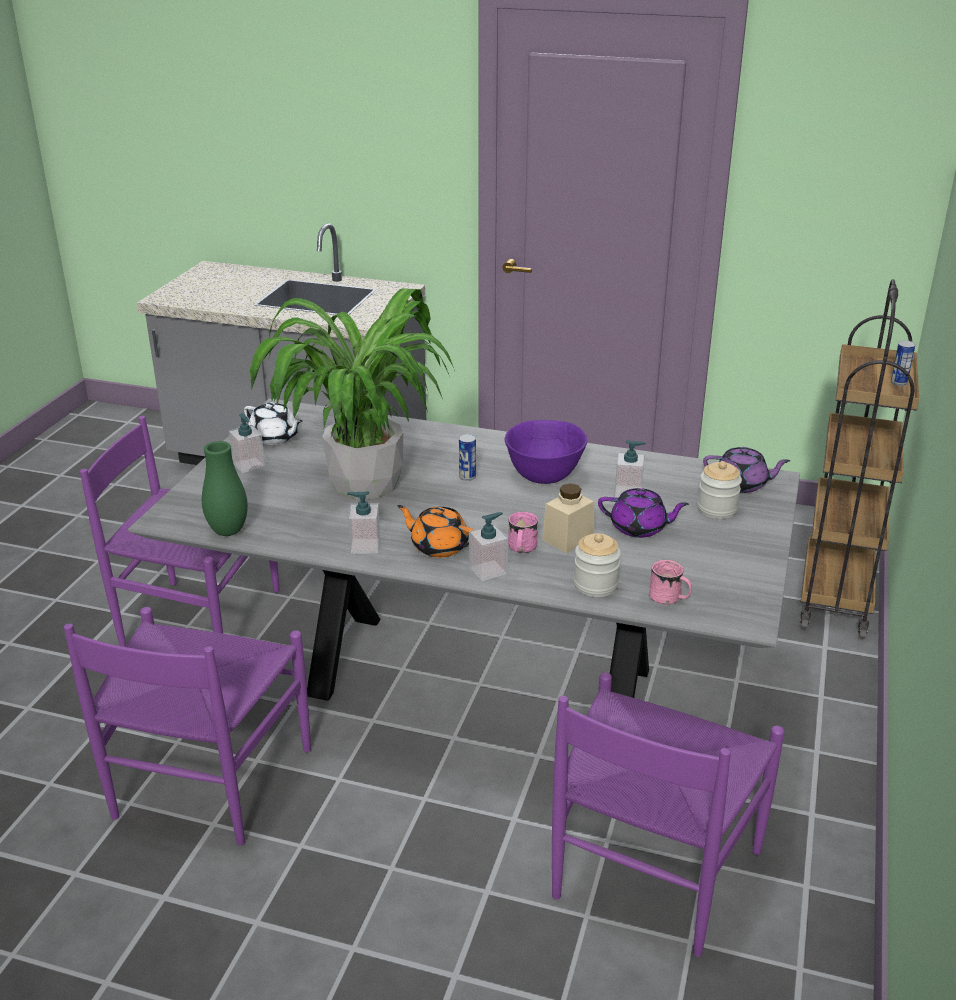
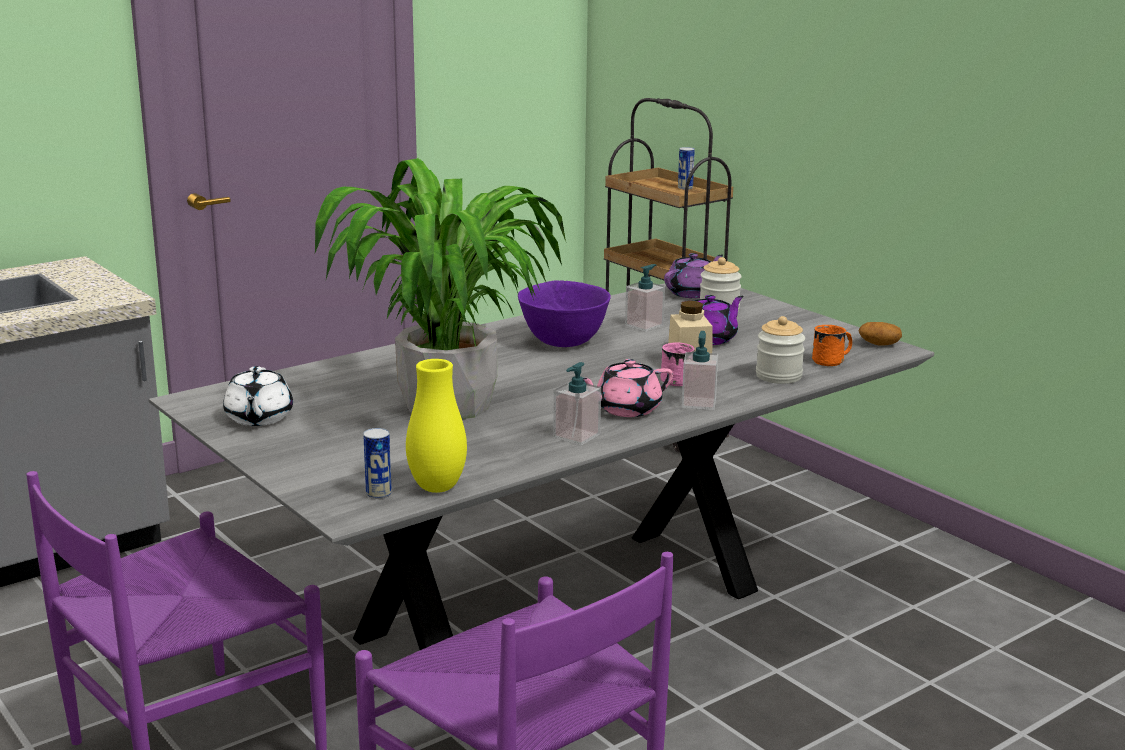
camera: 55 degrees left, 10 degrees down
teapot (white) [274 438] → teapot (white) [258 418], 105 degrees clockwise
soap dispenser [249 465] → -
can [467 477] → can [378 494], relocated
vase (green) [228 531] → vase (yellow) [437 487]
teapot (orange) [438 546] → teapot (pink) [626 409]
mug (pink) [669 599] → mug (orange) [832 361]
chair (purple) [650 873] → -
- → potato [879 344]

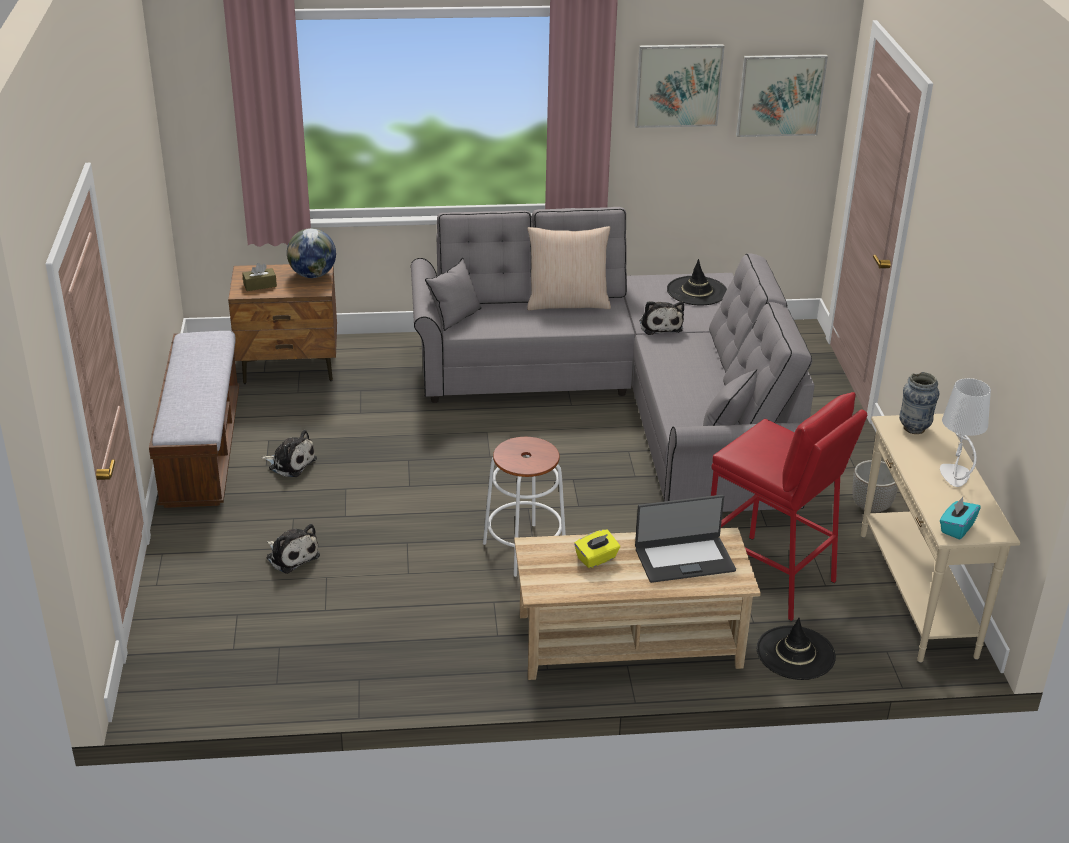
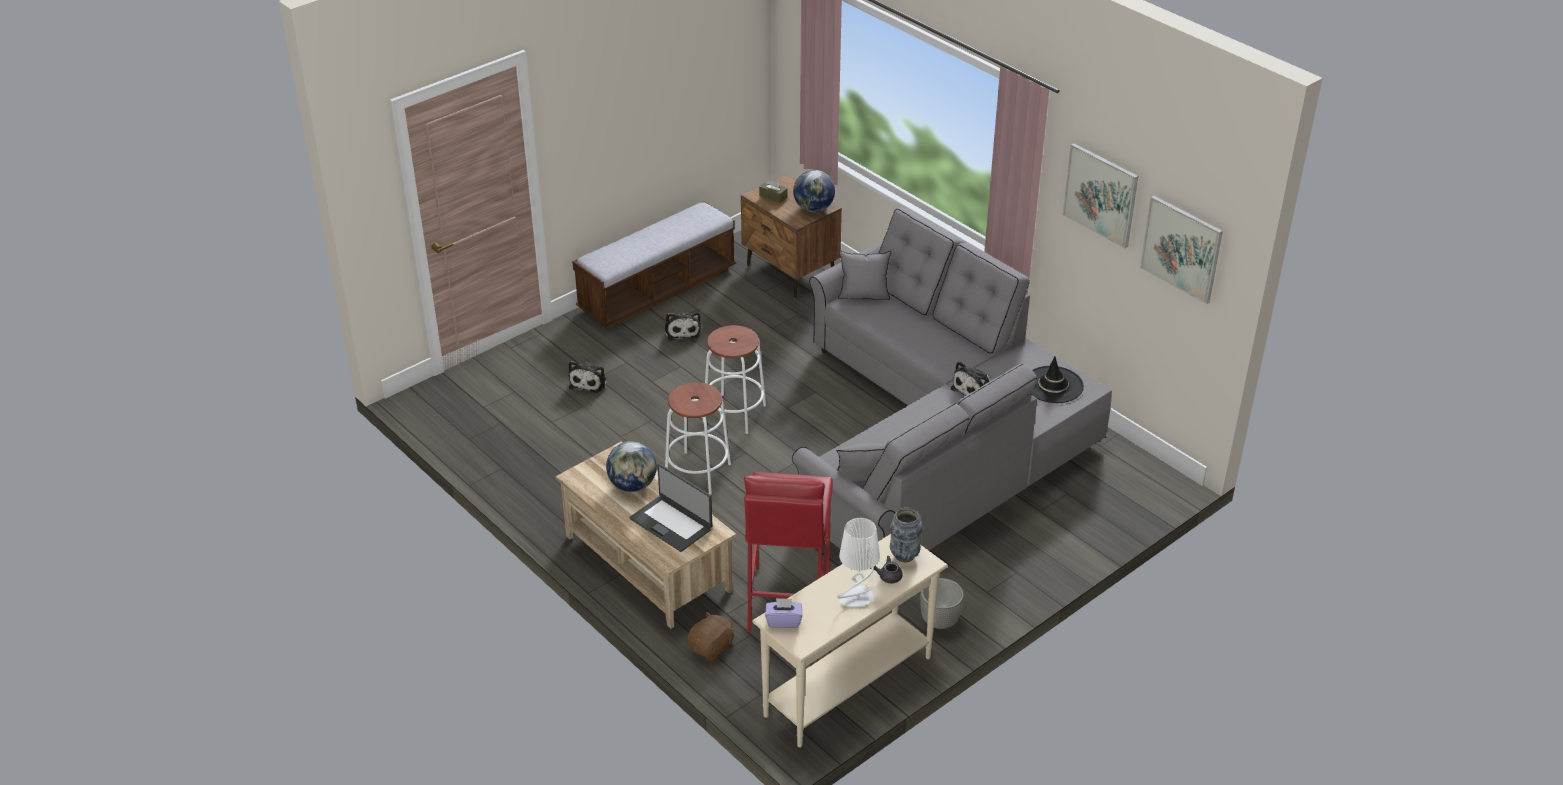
camera: 55 degrees right, 5 degrees up
pillow (beige) [568 303] → -
tissue box (turquoise) [956 528] → tissue box (purple) [783 621]
tissue box (yellow) [596 559] → globe [633 485]
hat (black) [795 653] → plush toy (brown) [712 648]
- → stool (white) [734 413]
- → teapot (grey) [886 576]

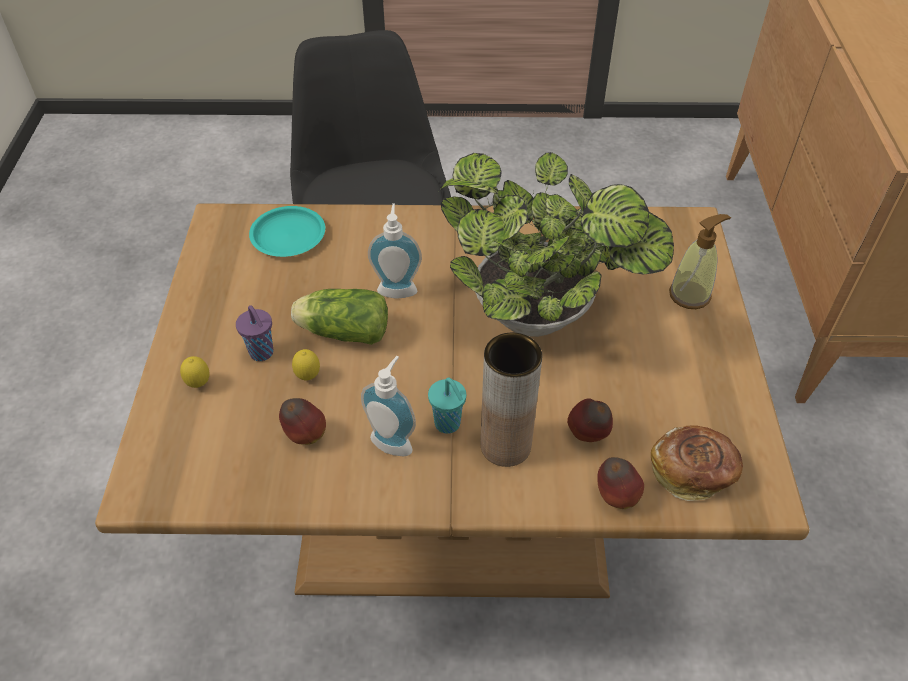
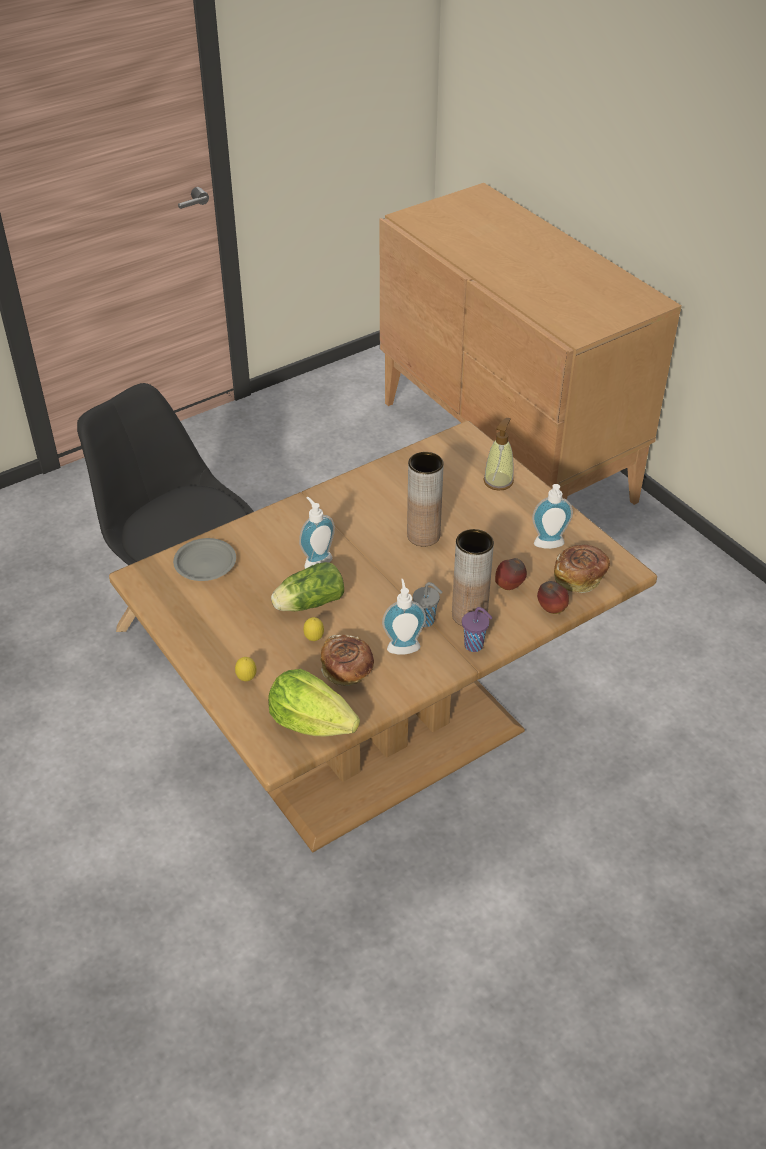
camera: 35 degrees left, 5 degrees down
potted plant [540 317] → vase (brown) [423 535]
plate (turquoise) [289 236] → plate (grey) [205 563]
cup (purple) [262 353] → cup (purple) [475 646], relocated
cup (turquoise) [448 424] → cup (grey) [426 621]
apple [305 436] → bread [347 671]
- → soap dispenser [549 546]
- → lettuce [311 722]

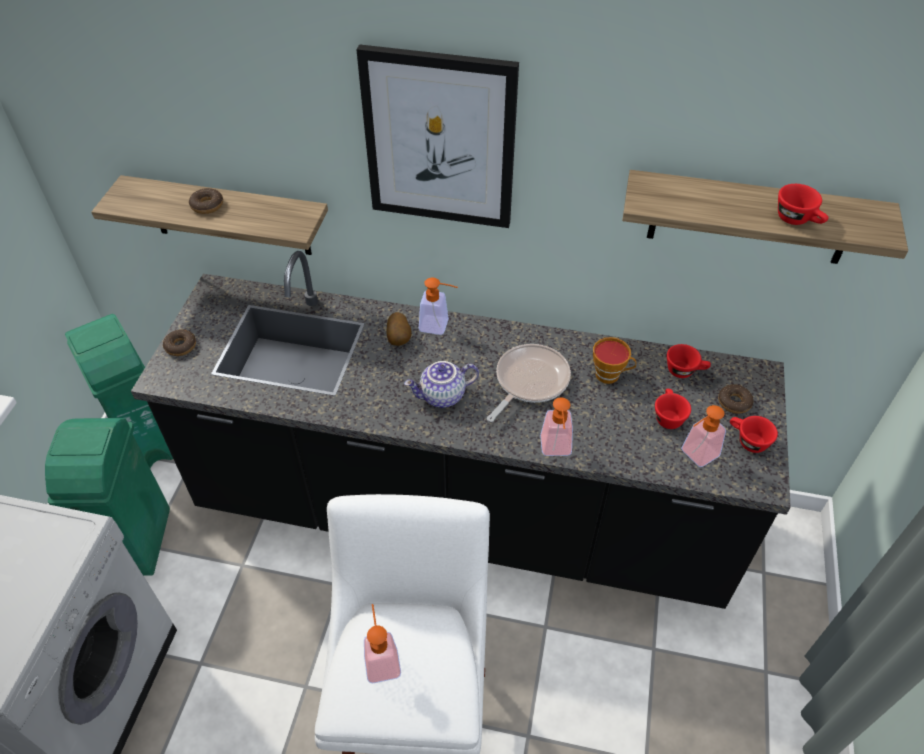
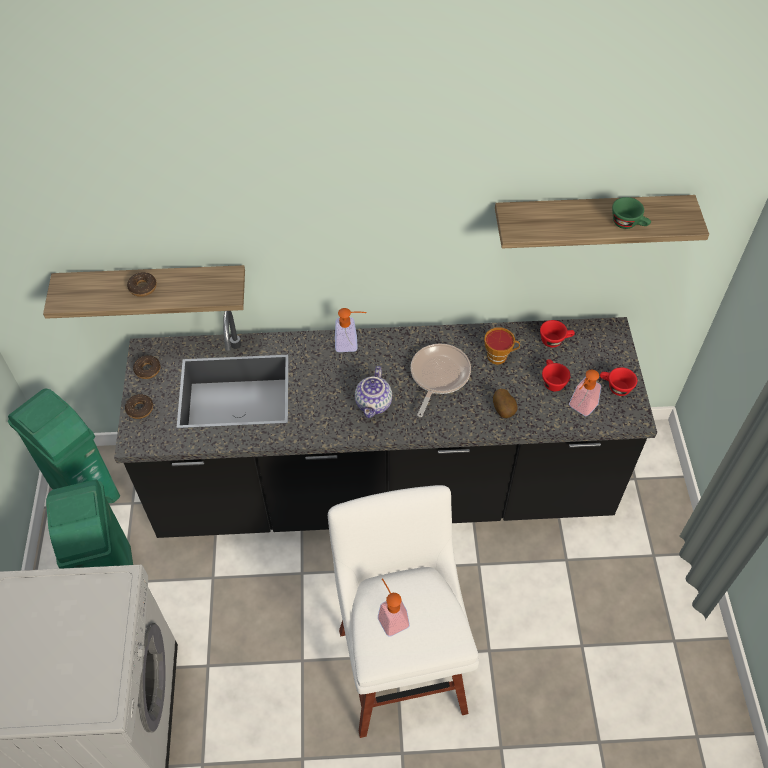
camera: 15 degrees left, 5 degrees up
picture [440 139] → -
cup (red) [798 220] → cup (green) [628 224]
potato [399 339] → potato [504 410], relocated
teapot [442 397] → teapot [374 404], 45 degrees counterclockwise
donut [734 402] → donut [147 370], relocated
soap dispenser [556 450] → -

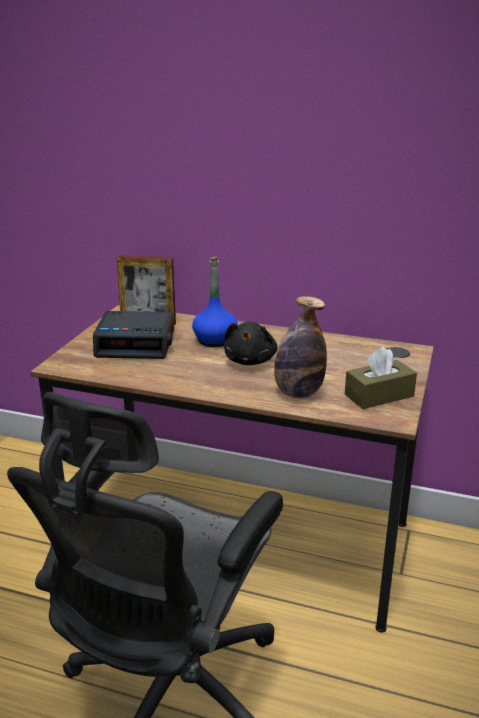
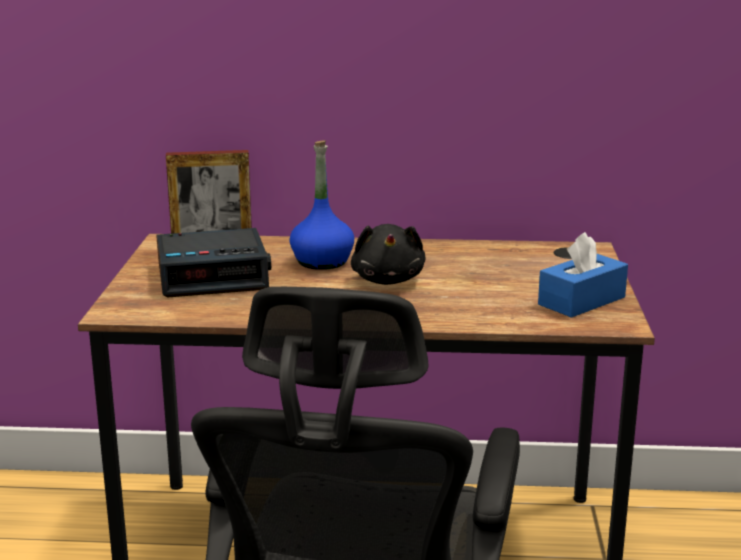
camera: 15 degrees left, 5 degrees down
bottle [298 393] → -
tissue box (brown) [379 395] → tissue box (blue) [581 301]

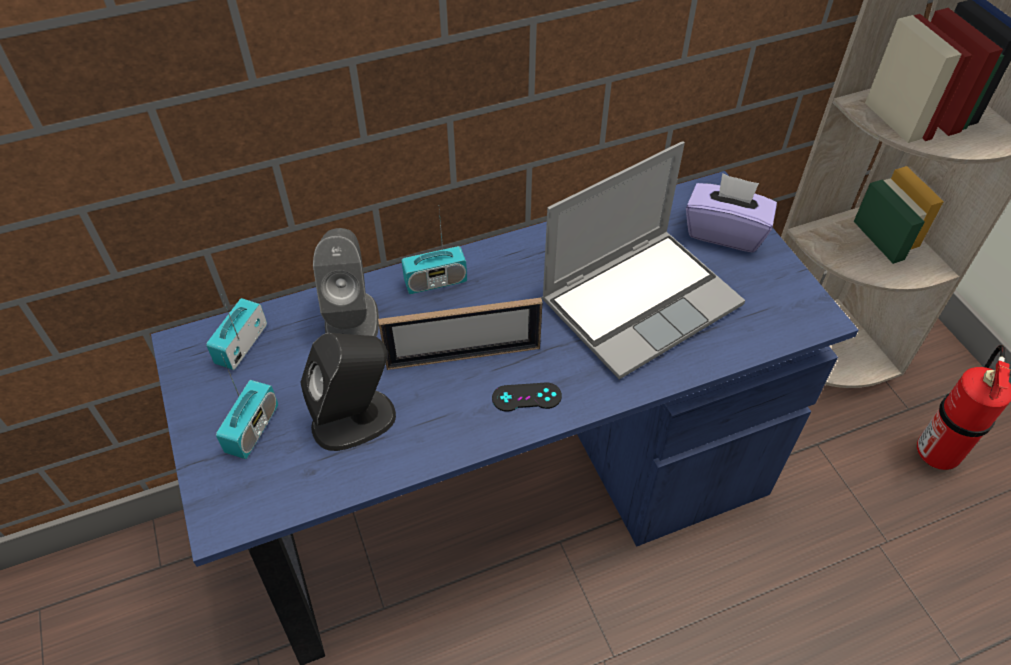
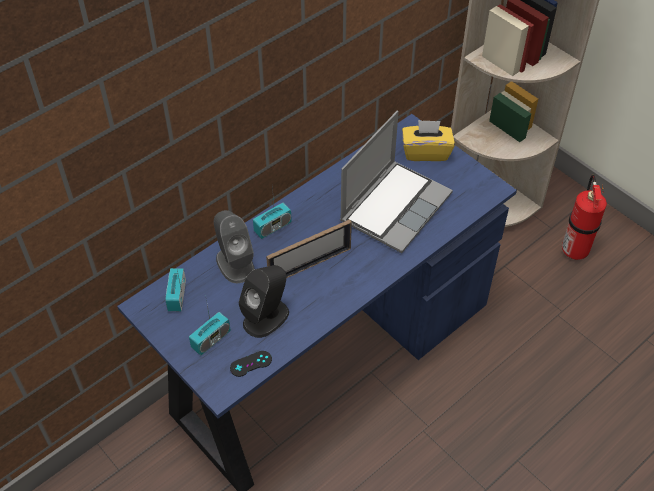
camera: 20 degrees left, 0 degrees up
tissue box (purple) [725 232] → tissue box (yellow) [426 152]
radio [252 429] → radio [211 340], 45 degrees clockwise
game controller (black) [526 397] → game controller (black) [251 364], relocated

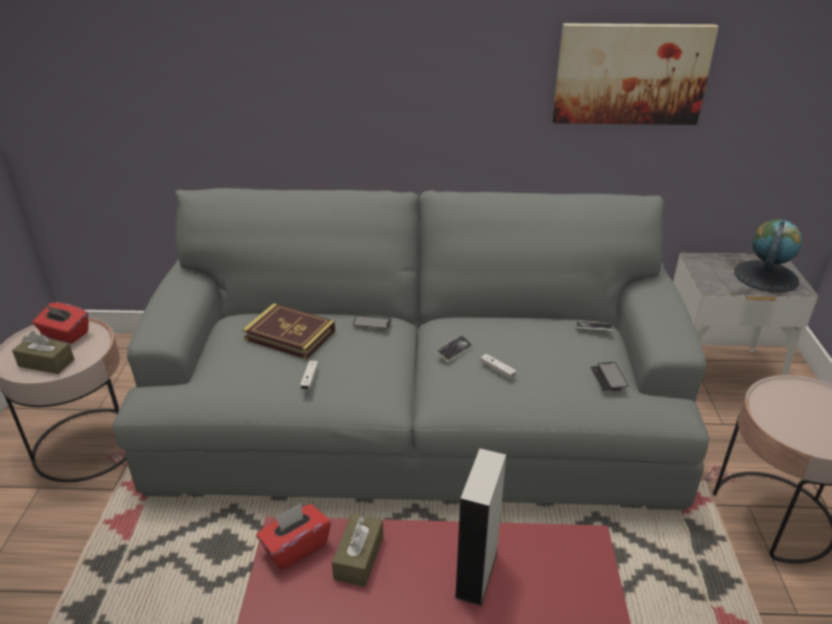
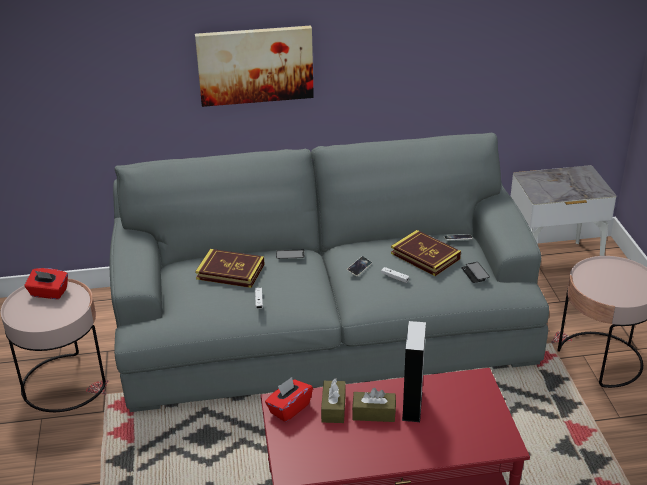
camera: 10 degrees left, 0 degrees up
picture [630 74] → picture [255 65], relocated
globe [765 276] → -
tissue box (brown) [46 363] → tissue box (brown) [374 413], relocated
- → book [425 256]

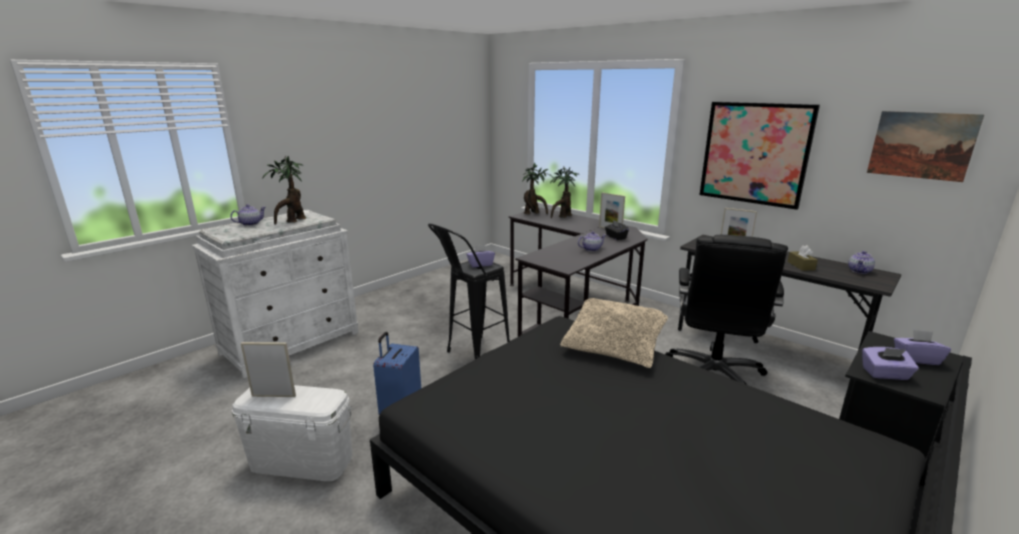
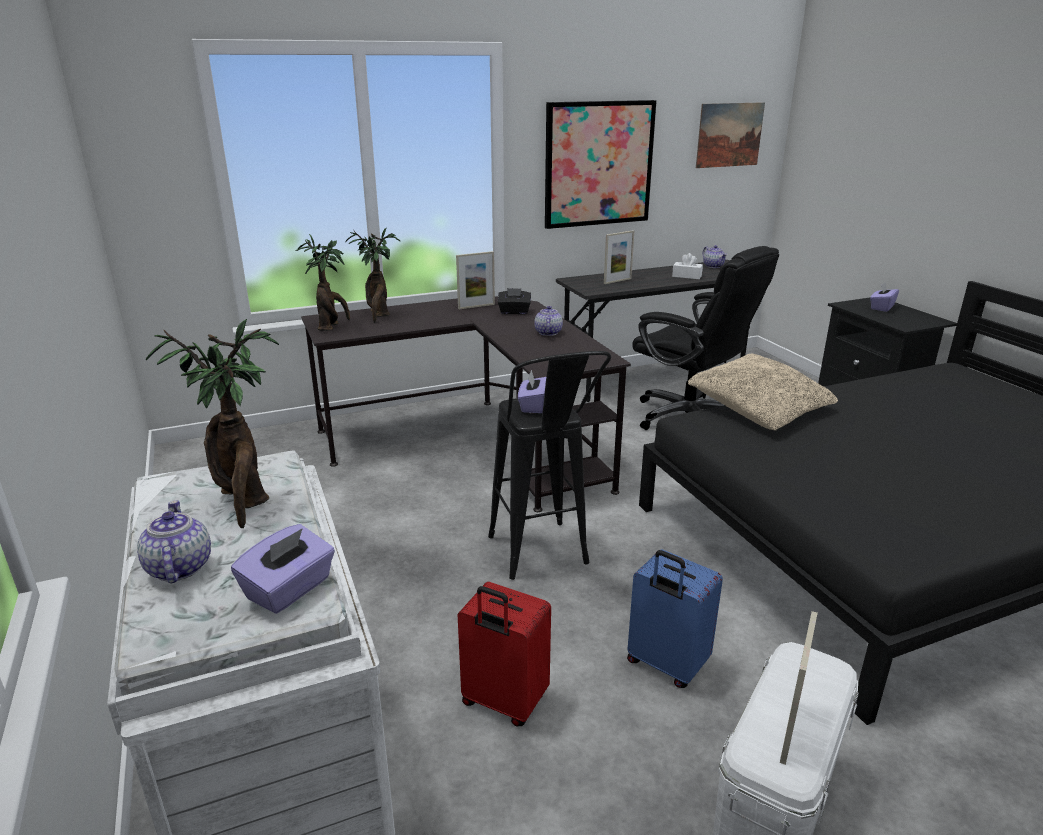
camera: 65 degrees left, 5 degrees up
tissue box (brown) [801 266] → tissue box (white) [686 276]
tissue box (purple) [885 374] → tissue box (purple) [290 589], relocated
- → suitcase (red) [503 702]

